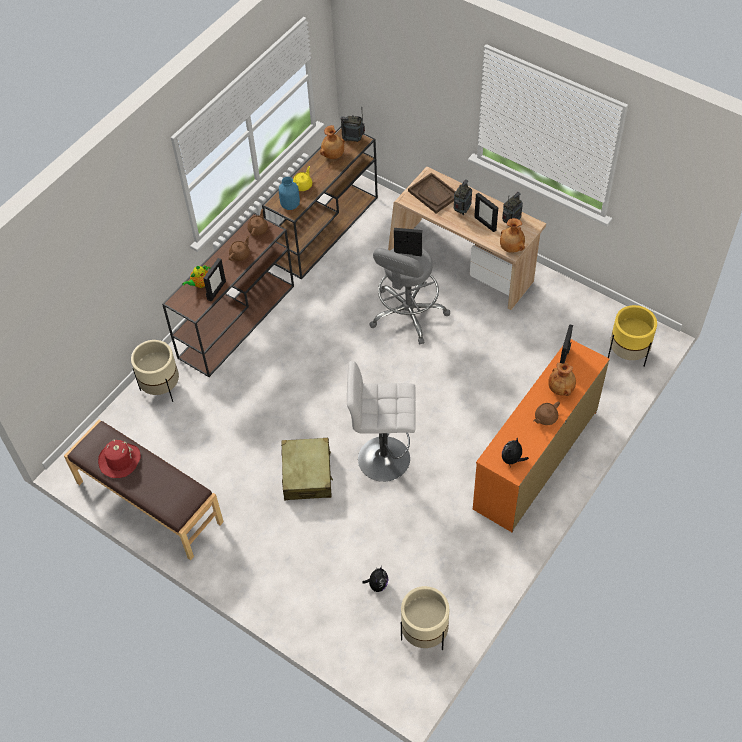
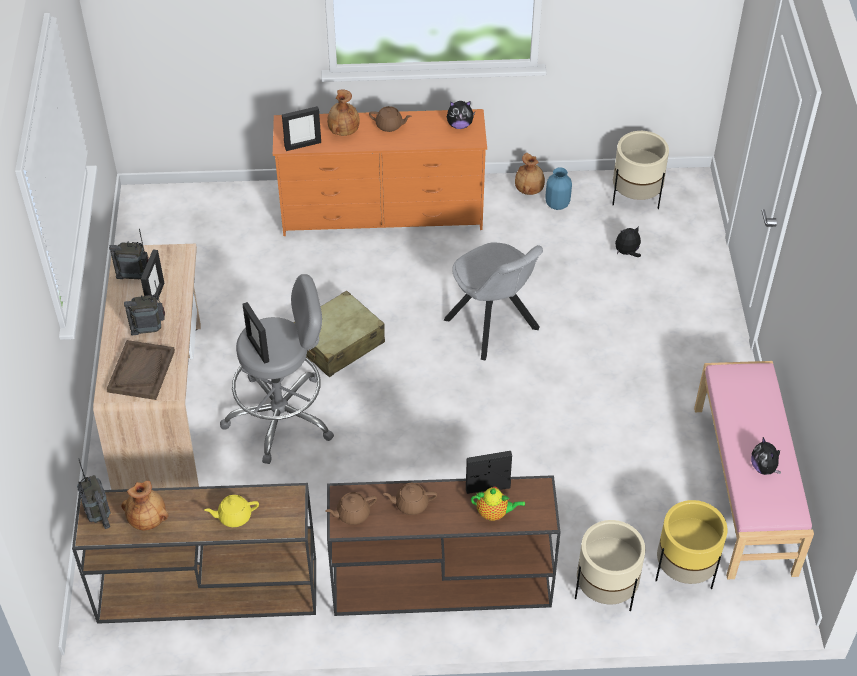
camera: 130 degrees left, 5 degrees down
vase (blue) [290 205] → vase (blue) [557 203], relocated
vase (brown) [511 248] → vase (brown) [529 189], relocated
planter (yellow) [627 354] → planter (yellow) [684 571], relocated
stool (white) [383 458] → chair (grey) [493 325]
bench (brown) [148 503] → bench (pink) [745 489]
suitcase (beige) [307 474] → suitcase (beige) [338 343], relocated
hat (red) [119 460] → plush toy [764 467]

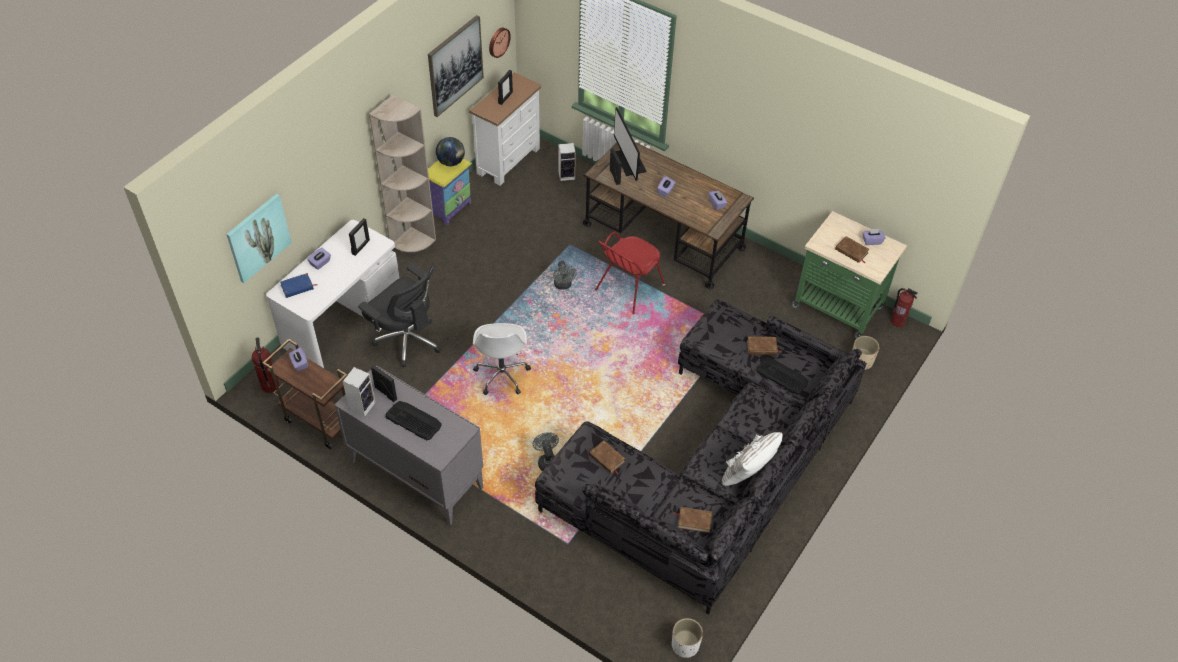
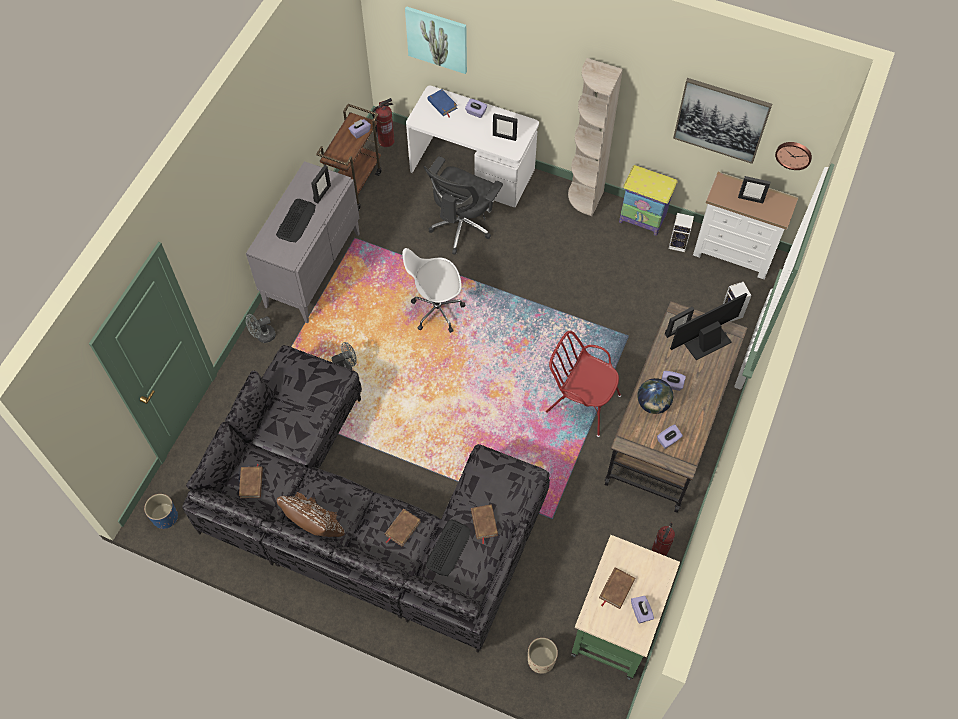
camera: 80 degrees right, 10 degrees up
globe [451 162] → globe [652 404], relocated
fan (grey) [563 285] → fan (grey) [262 336], relocated
fire extinguisher [898 322] → fire extinguisher [660 550], relocated
speaker [362 405] → speaker [678 244], relocated
pillow (white) [747 472] → pillow (brown) [316 525]
book (brown) [607 458] → book (brown) [402 528], relocated
planter (white) [685 645] → planter (blue) [165 517]

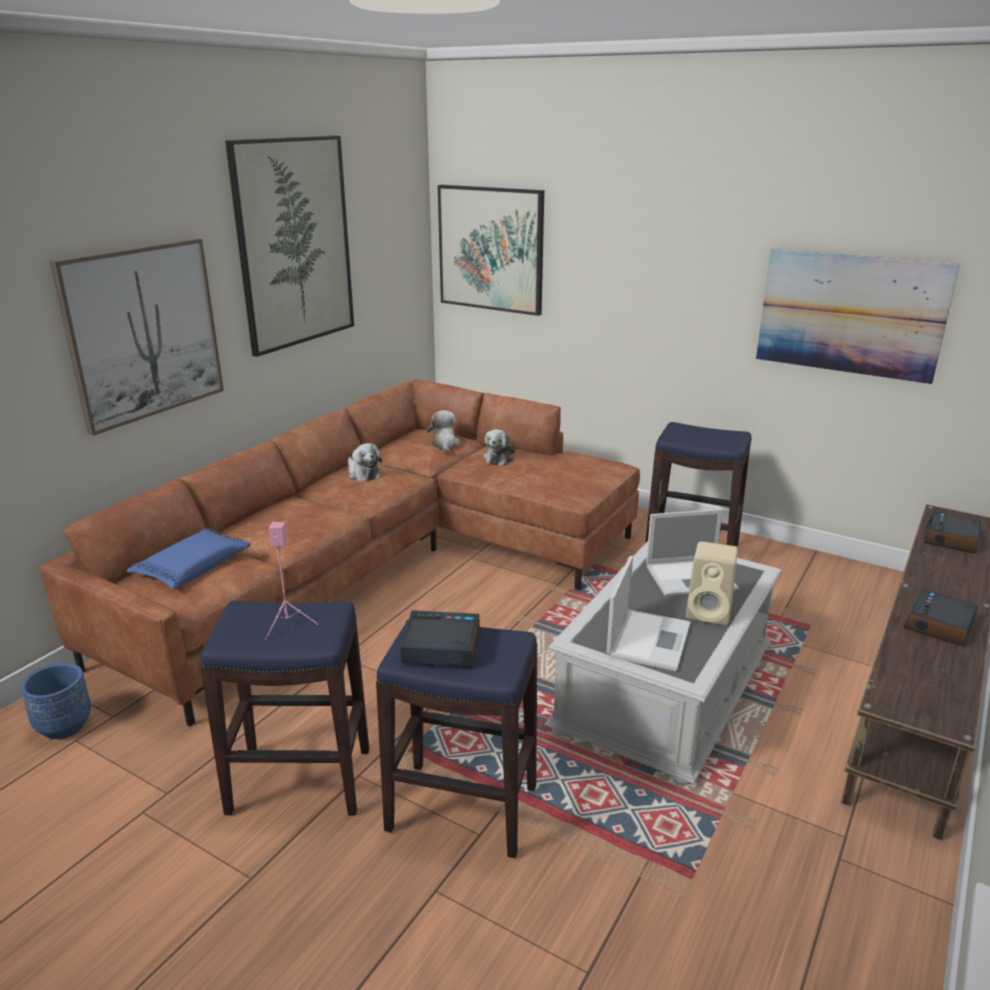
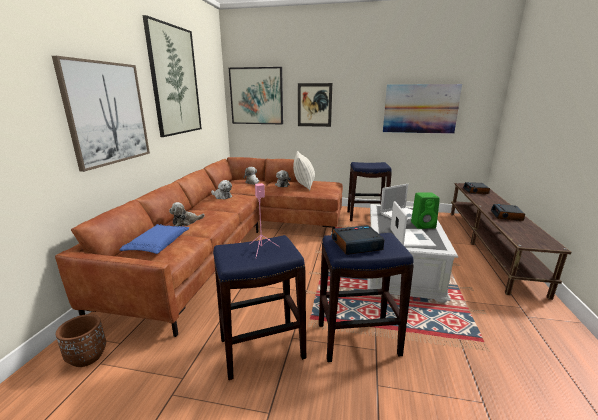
camera: 20 degrees left, 5 degrees down
speaker (beige) [710 613] → speaker (green) [423 225]
planter (blue) [64 726] → planter (brown) [87 357]
- → picture [314 105]
- → pillow [304 185]
- → plush toy [186 222]

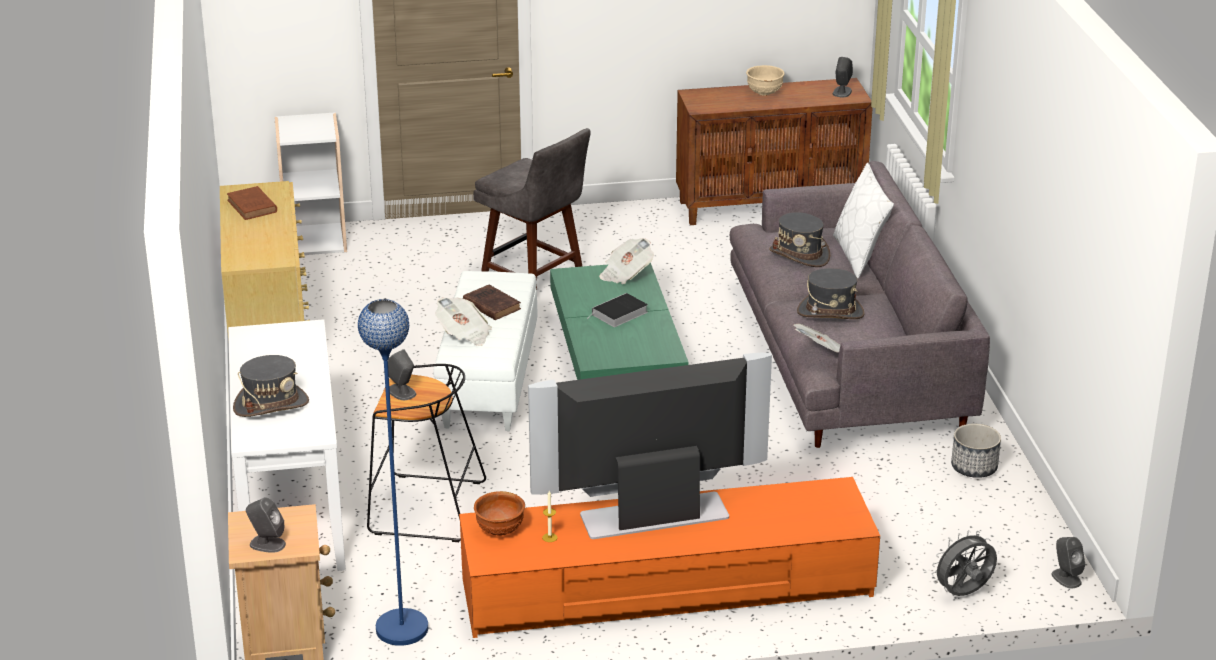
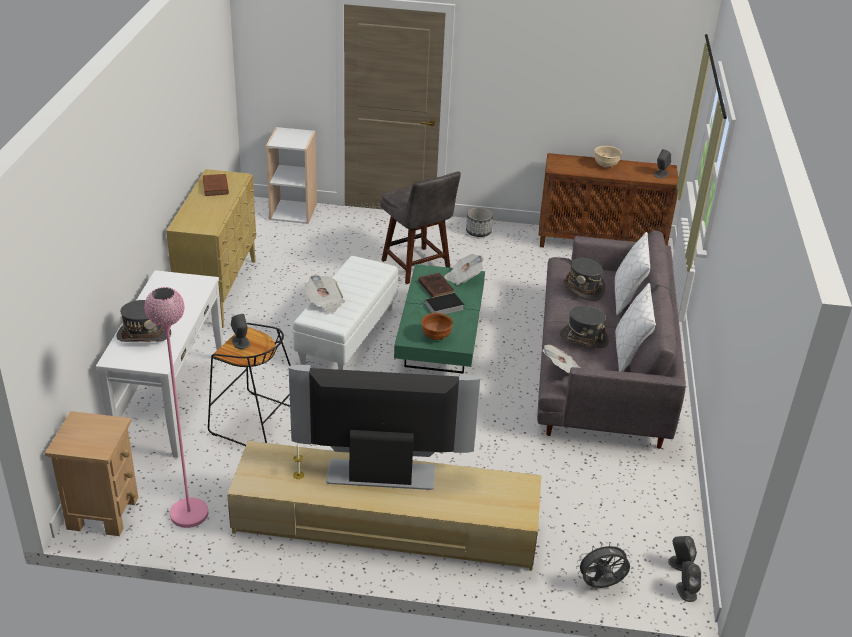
camera: 15 degrees right, 5 degrees up
book (brown) [490 305] → book (brown) [435 287], relocated
floor lamp (blue) [401 629] → floor lamp (pink) [188 513]
planter [974 467] → planter [478 232], relocated
tv stand (orange) [667 588] → tv stand (beige) [385 526]
bowl (brown) [499 530] → bowl (brown) [435 337], relocated
speaker (grey) [267 544] → speaker (grey) [680 564], relocated
- → pillow (white) [629 353]

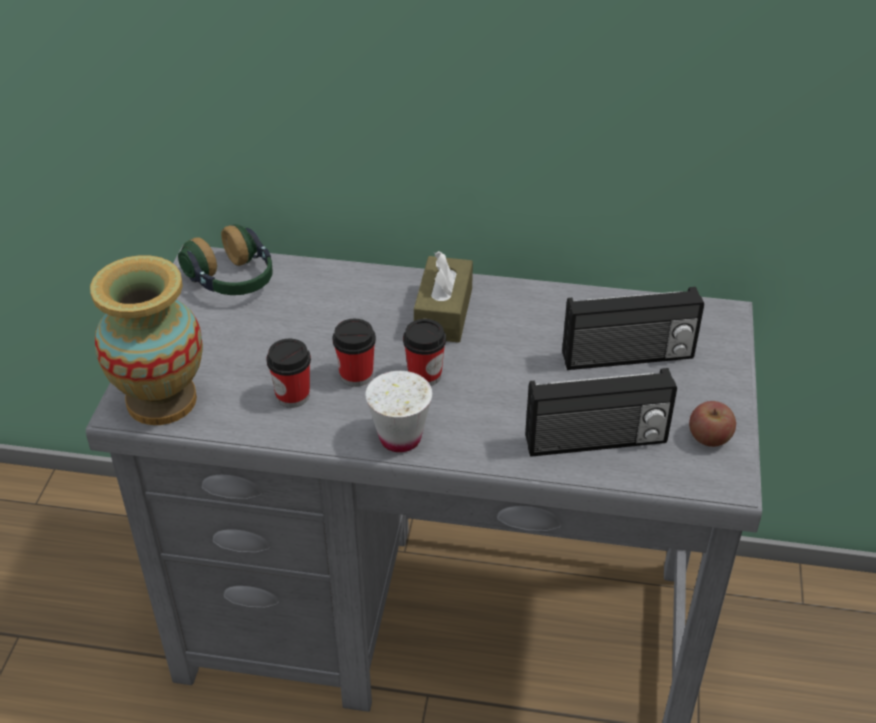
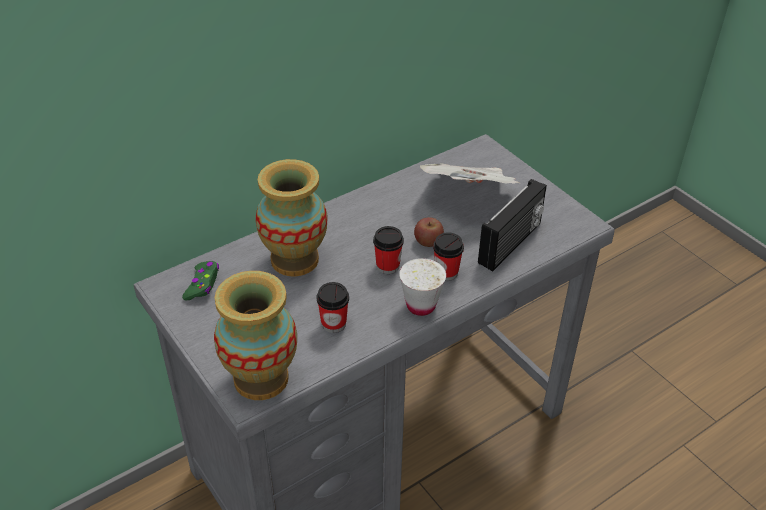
camera: 45 degrees left, 0 degrees up
headphones [233 281] → game controller (green) [202 284]
tissue box (brown) [443 313] → -
radio [628 357] → newspaper [470 194]
cup [356 375] → cup [446 272], relocated
apple [709 437] → apple [428 241], relocated
- → vase [294 260]

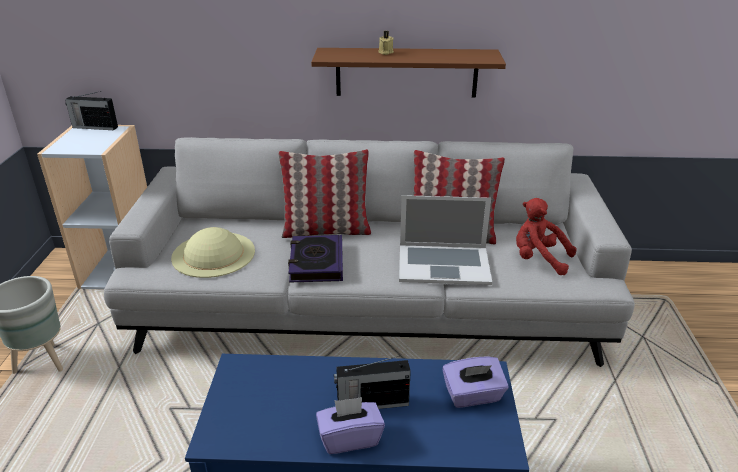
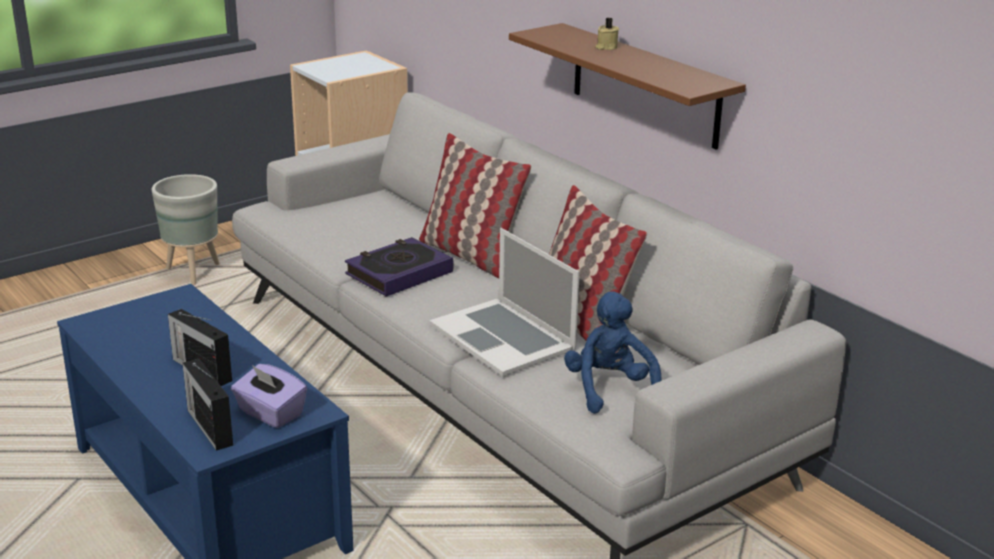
camera: 50 degrees right, 5 degrees down
radio [94 127] → radio [209 426], relocated
plush toy (red) [538 259] → plush toy (blue) [610 390]
hat (beige) [213 254] → -
tissue box (purple) [350 438] → -

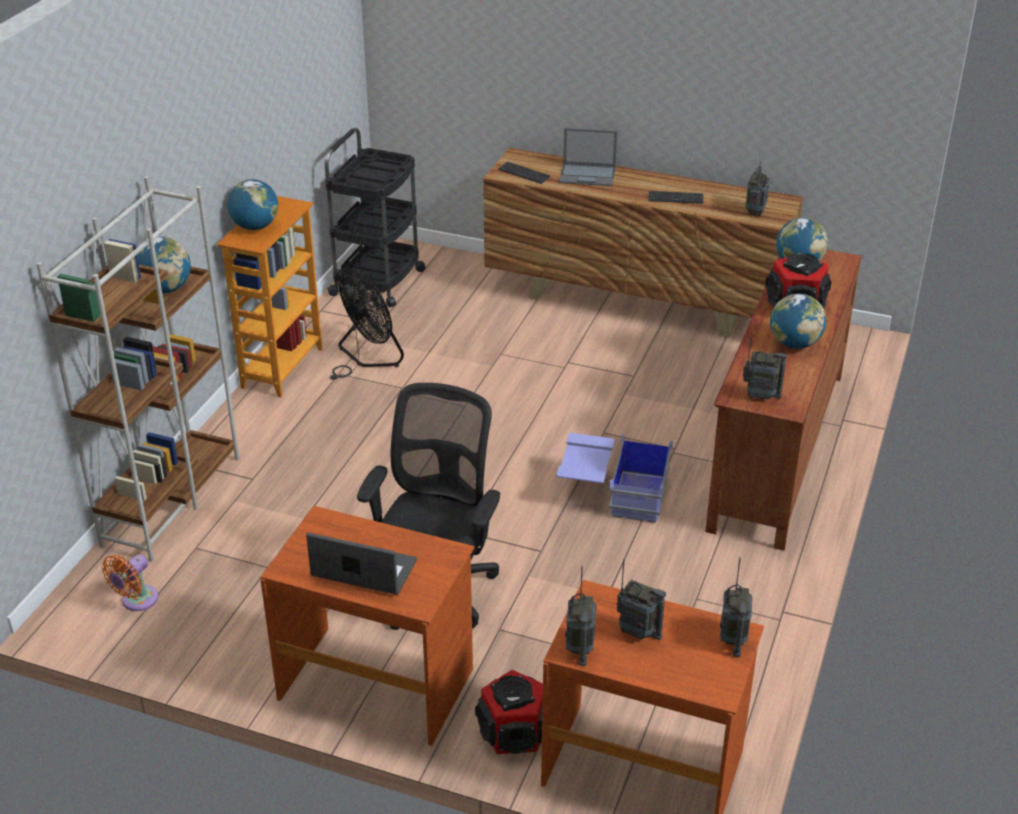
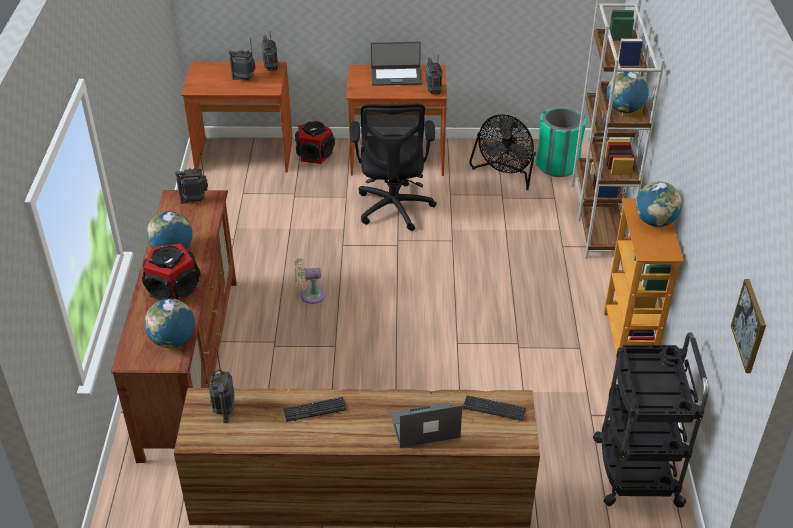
camera: 160 degrees right, 5 degrees up
fan (black) [362 354] → fan (black) [504 172], relocated
storage box (blue) [612 494] → fan (beige) [309 295]
fan (orange) [136 601] → trash can (green) [557 165]
radio [732 639] → radio [433 91], relocated
- → picture [750 325]

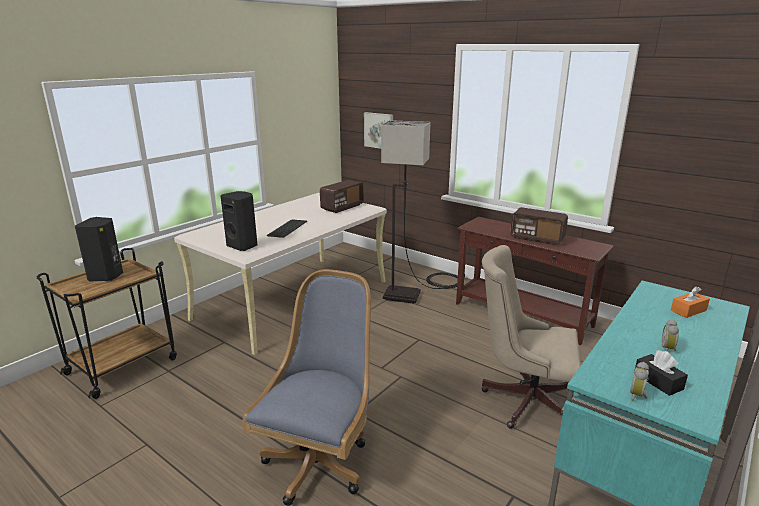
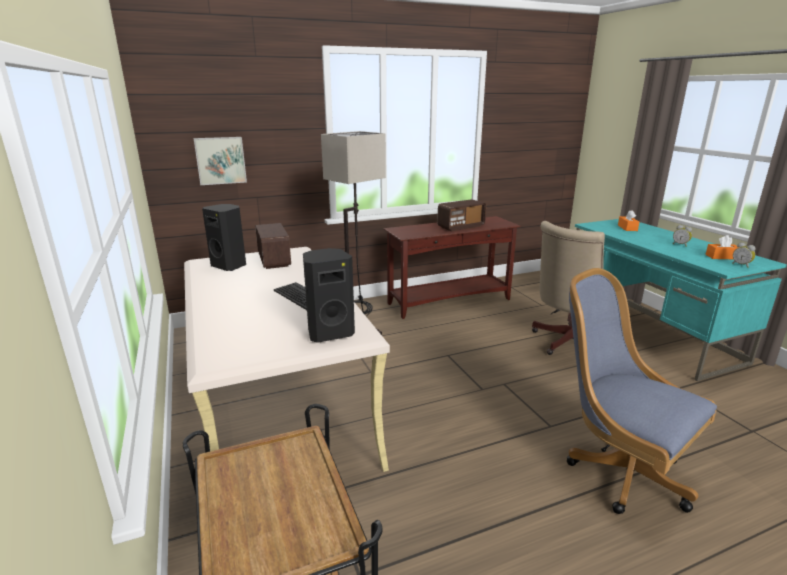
camera: 60 degrees left, 0 degrees up
speaker (black) [107 276] → speaker (black) [230 266], relocated
tissue box (black) [658 381] → tissue box (orange) [722 257]

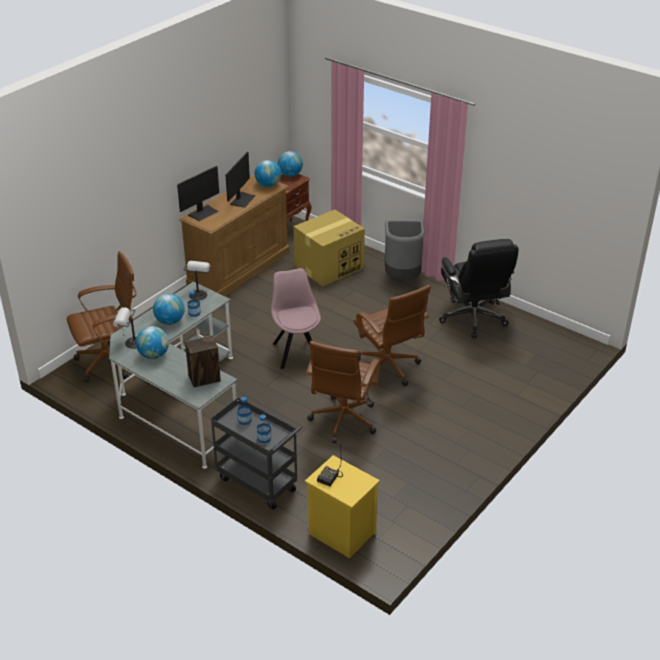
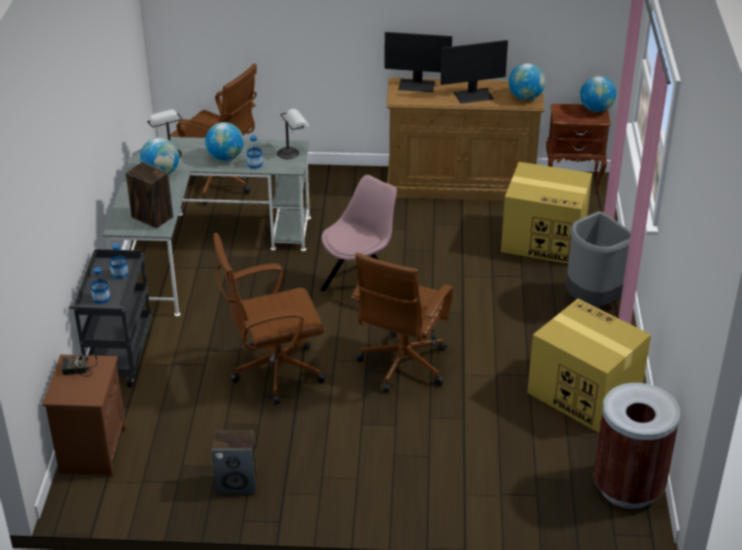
camera: 55 degrees right, 0 degrees up
office chair (black) [473 318] → cardboard box [582 392]
nightstand (yellow) [340 533] → nightstand (brown) [92 449]
- → trash can (brown) [628 487]
- → speaker [237 484]

